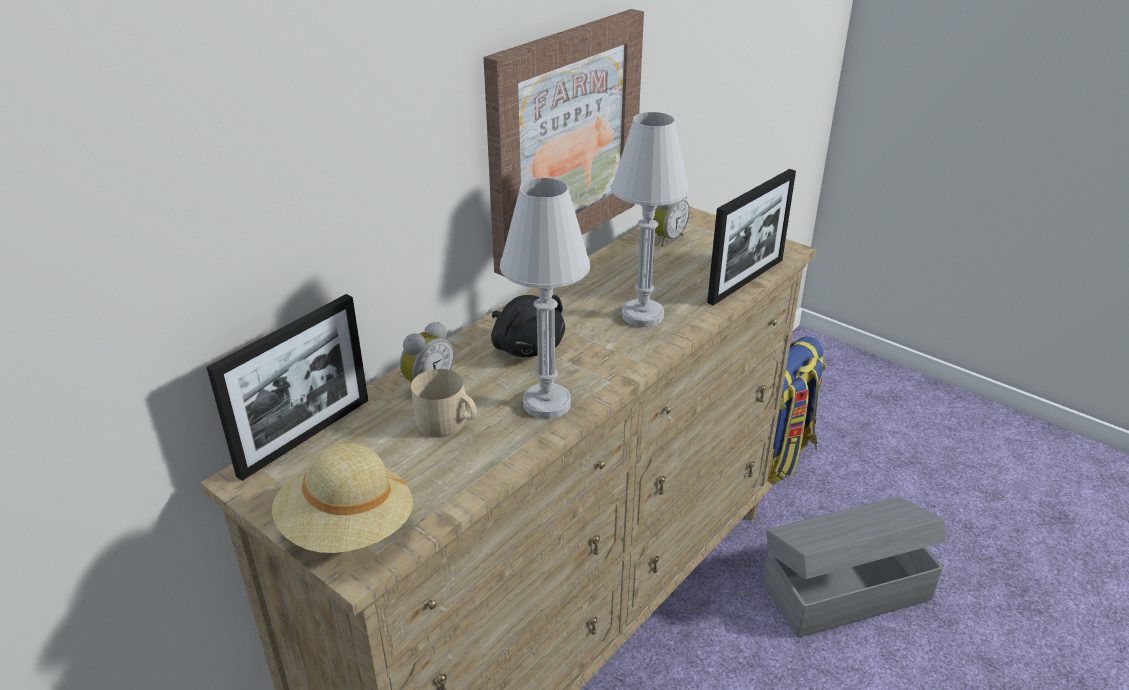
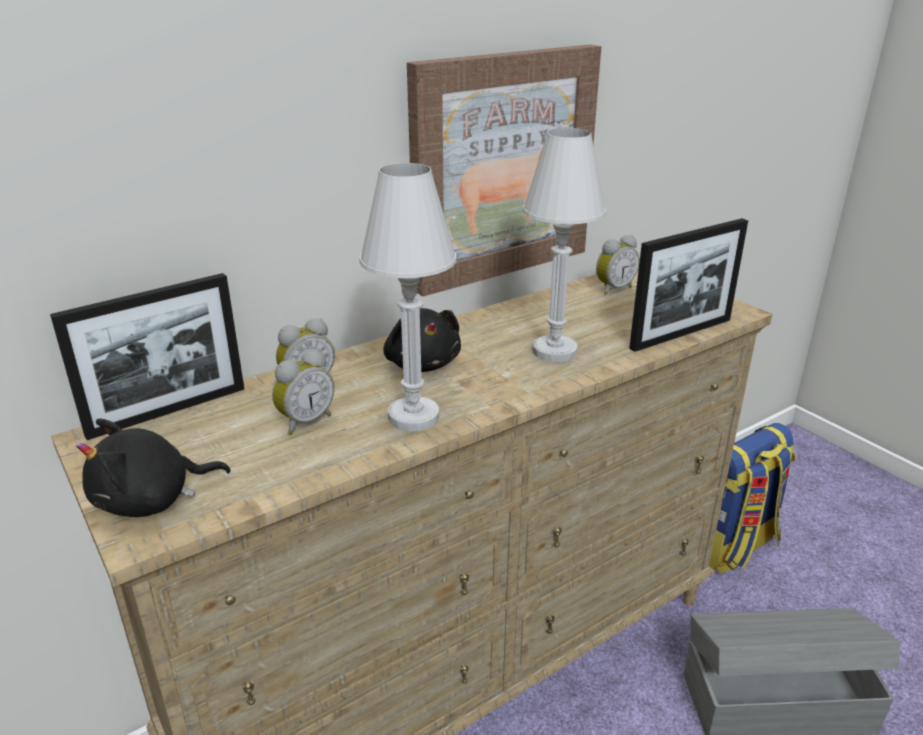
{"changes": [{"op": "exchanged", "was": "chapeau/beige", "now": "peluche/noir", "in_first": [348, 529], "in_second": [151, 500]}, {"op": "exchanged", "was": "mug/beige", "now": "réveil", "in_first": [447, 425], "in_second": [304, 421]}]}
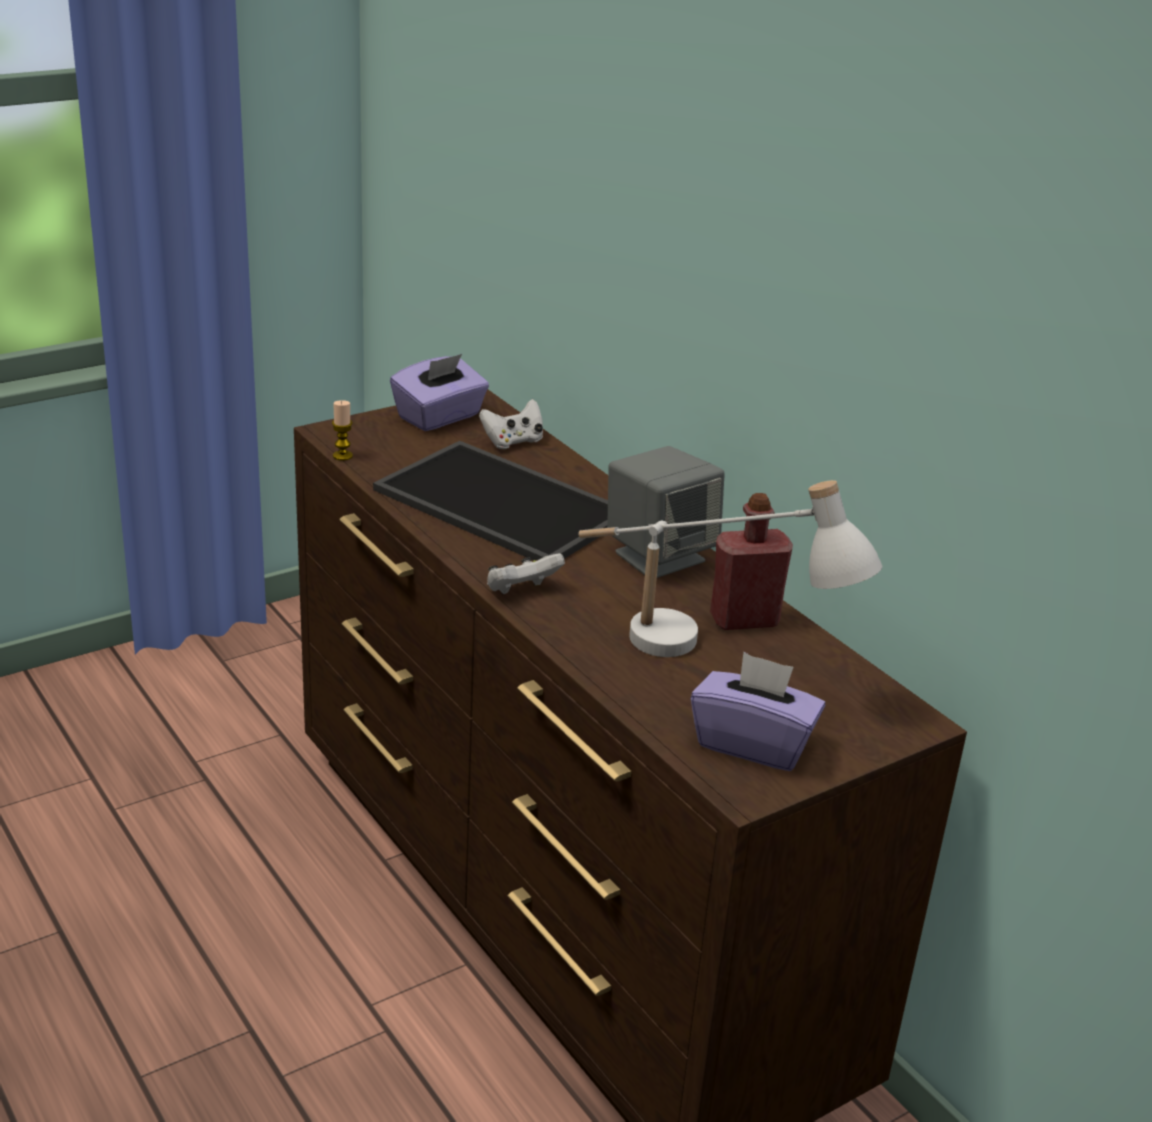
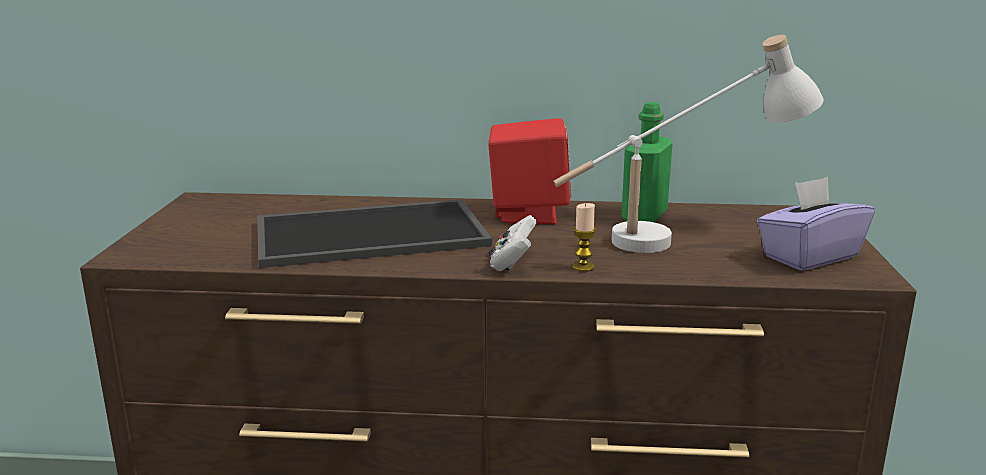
{"changes": [{"op": "colour", "was": "enceinte/gris", "now": "enceinte/rouge", "in_first": [659, 556], "in_second": [528, 213]}, {"op": "relocated", "was": "bougie", "in_first": [342, 456], "in_second": [583, 267]}, {"op": "colour", "was": "bouteille/rouge", "now": "bouteille/vert", "in_first": [744, 619], "in_second": [644, 216]}, {"op": "missing", "was": "boîte à mouchoirs/violet", "in_first": [440, 417]}, {"op": "missing", "was": "manette/blanc", "in_first": [513, 442]}]}
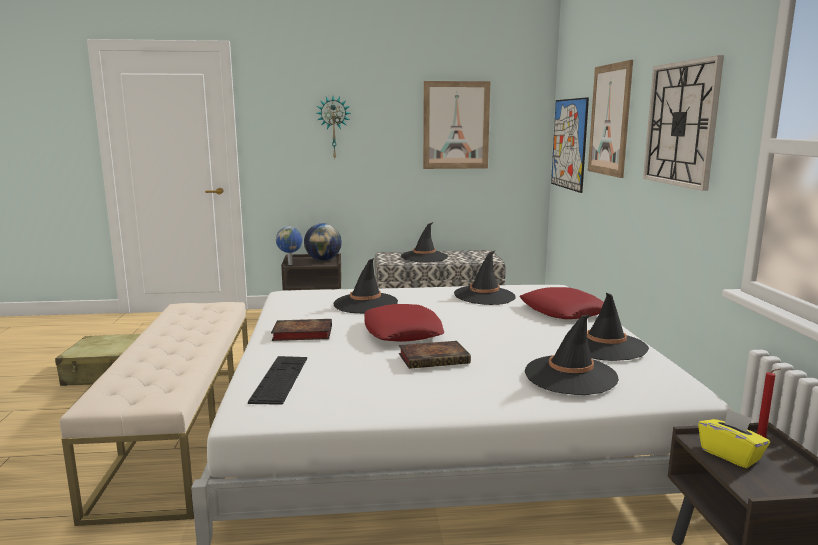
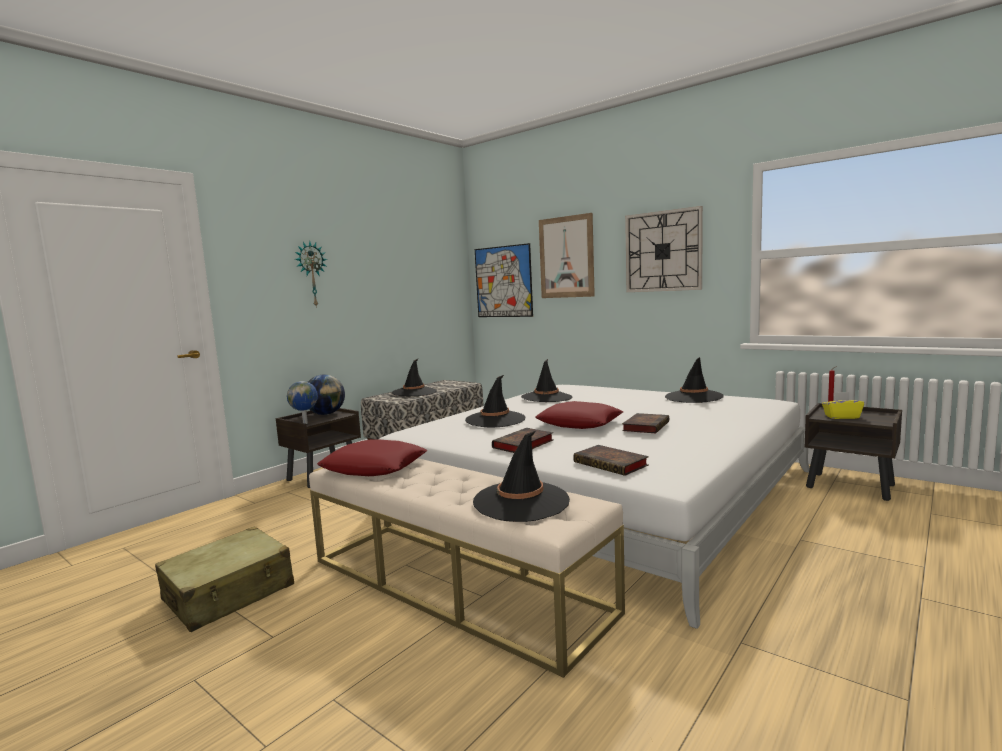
{"changes": [{"op": "relocated", "was": "coussin/rouge", "in_first": [563, 311], "in_second": [374, 467]}, {"op": "relocated", "was": "chapeau/noir", "in_first": [570, 375], "in_second": [521, 501]}, {"op": "exchanged", "was": "clavier", "now": "livre", "in_first": [280, 379], "in_second": [612, 464]}, {"op": "missing", "was": "tableau", "in_first": [456, 125]}]}
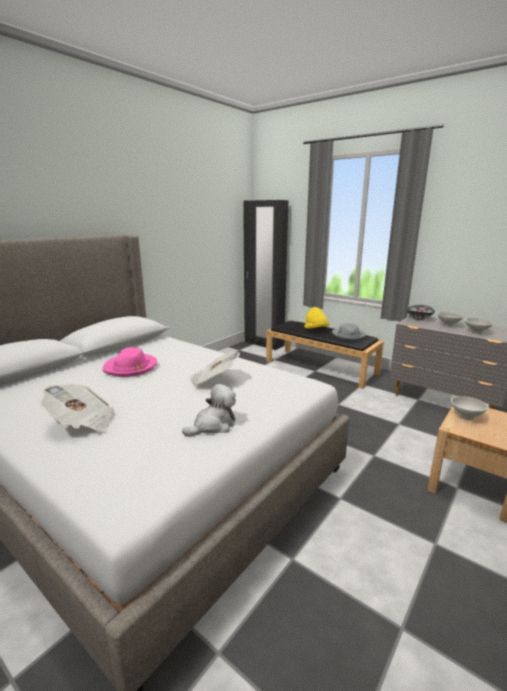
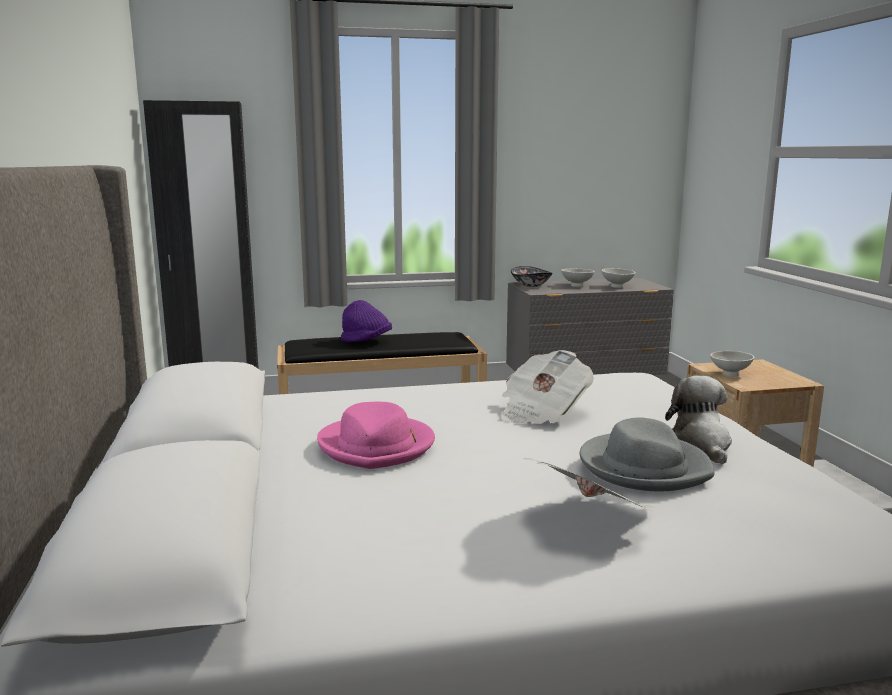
{"changes": [{"op": "colour", "was": "chapeau/jaune", "now": "chapeau/violet", "in_first": [315, 329], "in_second": [366, 342]}, {"op": "relocated", "was": "chapeau/gris", "in_first": [348, 335], "in_second": [644, 467]}]}
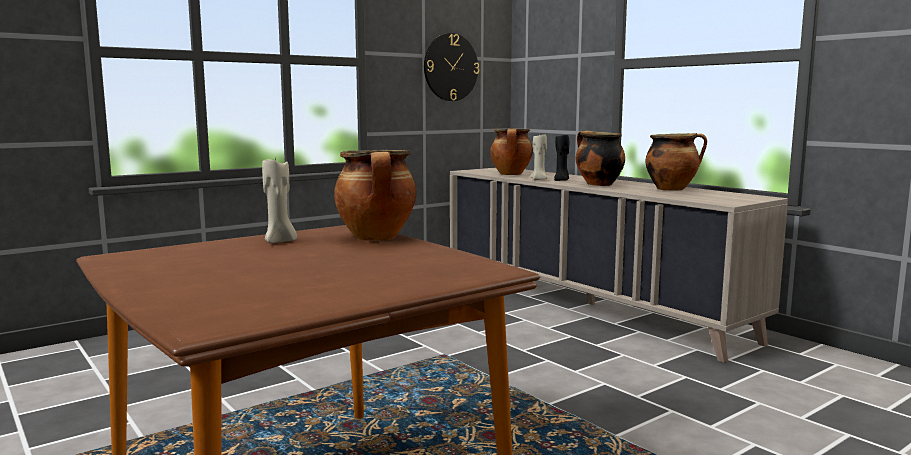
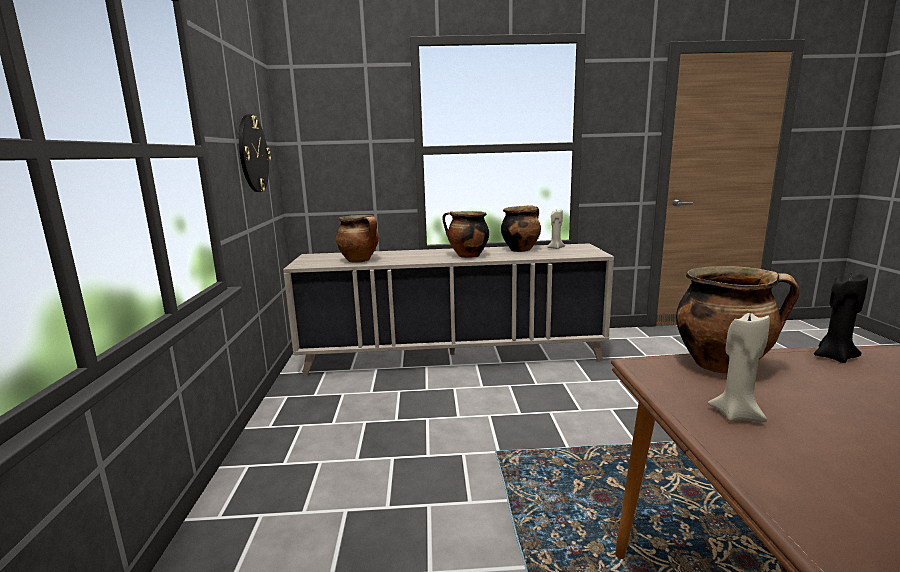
{"changes": [{"op": "relocated", "was": "bougie/beige", "in_first": [539, 179], "in_second": [555, 248]}, {"op": "relocated", "was": "bougie/noir", "in_first": [561, 180], "in_second": [834, 357]}]}
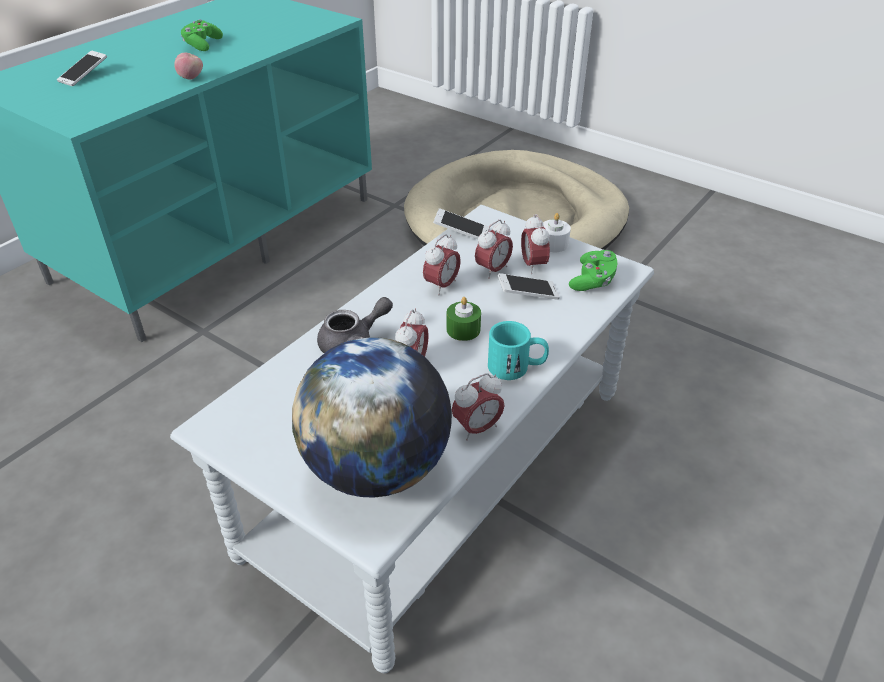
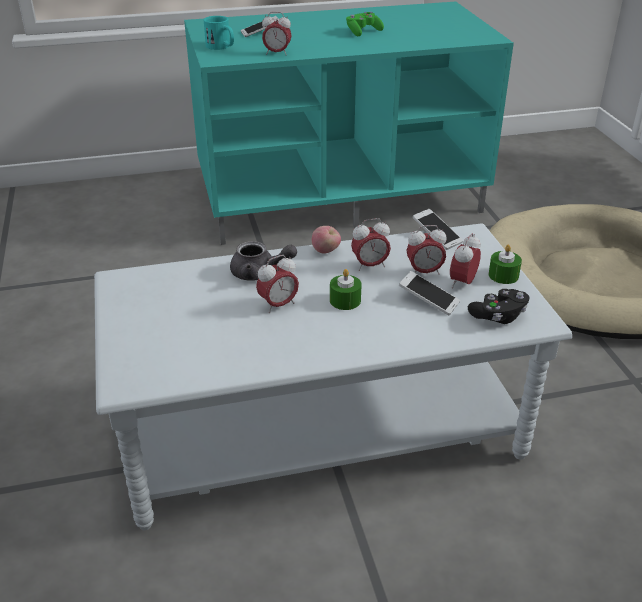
{"changes": [{"op": "relocated", "was": "mug/turquoise", "in_first": [517, 367], "in_second": [221, 47]}, {"op": "relocated", "was": "réveil", "in_first": [477, 428], "in_second": [277, 53]}, {"op": "relocated", "was": "pomme", "in_first": [191, 78], "in_second": [326, 251]}, {"op": "colour", "was": "manette/vert", "now": "manette/noir", "in_first": [593, 281], "in_second": [498, 316]}, {"op": "colour", "was": "bougie/blanc", "now": "bougie/vert", "in_first": [553, 244], "in_second": [503, 275]}, {"op": "missing", "was": "globe", "in_first": [377, 468]}]}
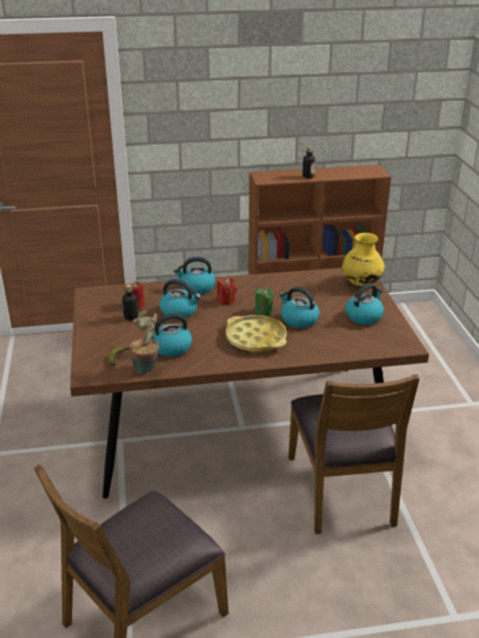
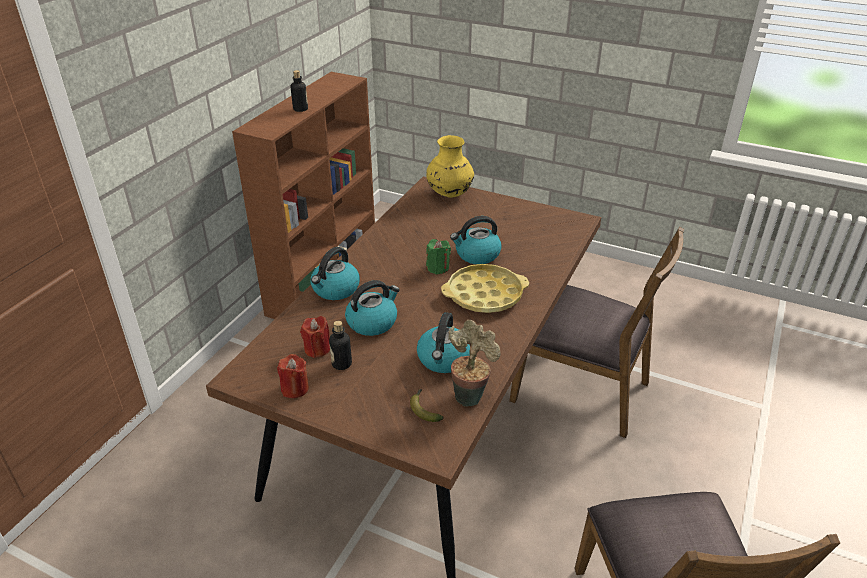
{"changes": [{"op": "relocated", "was": "bougie/rouge", "in_first": [226, 300], "in_second": [295, 388]}, {"op": "missing", "was": "bouilloire", "in_first": [364, 316]}]}
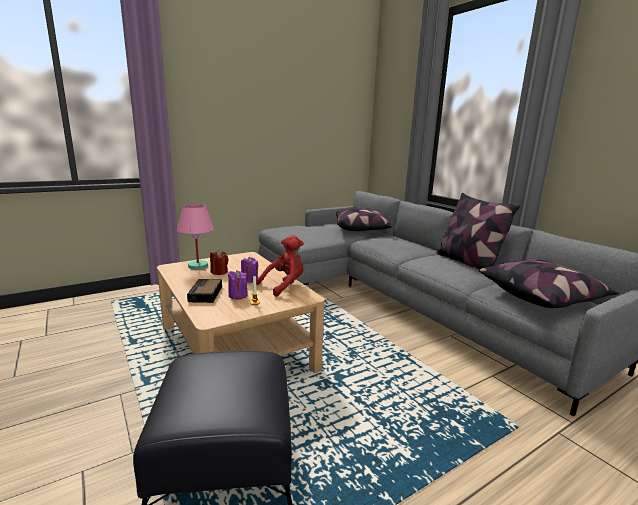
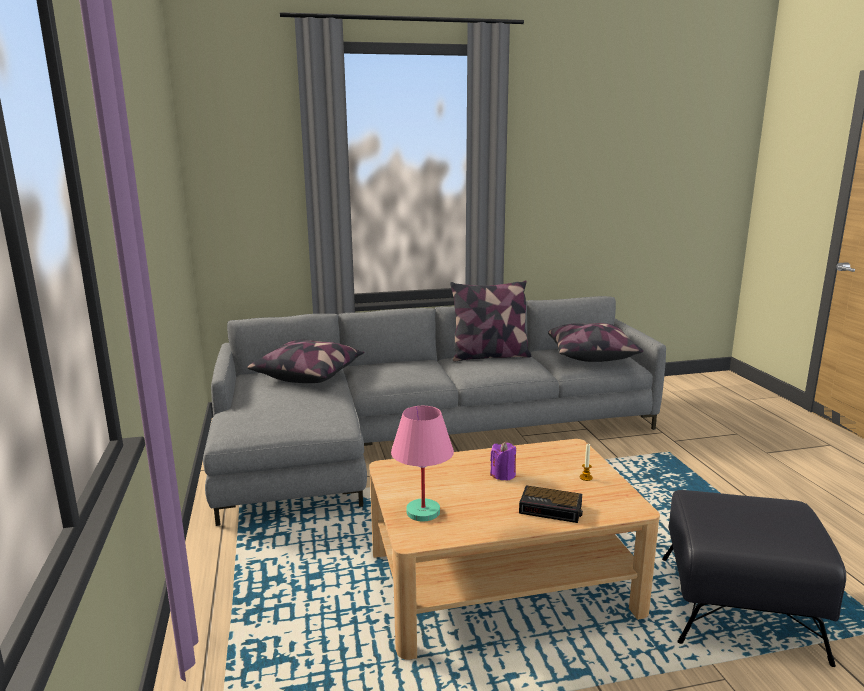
{"changes": [{"op": "missing", "was": "bougie/rouge", "in_first": [219, 272]}, {"op": "missing", "was": "bougie/violet", "in_first": [238, 295]}, {"op": "missing", "was": "peluche/rouge", "in_first": [284, 285]}]}
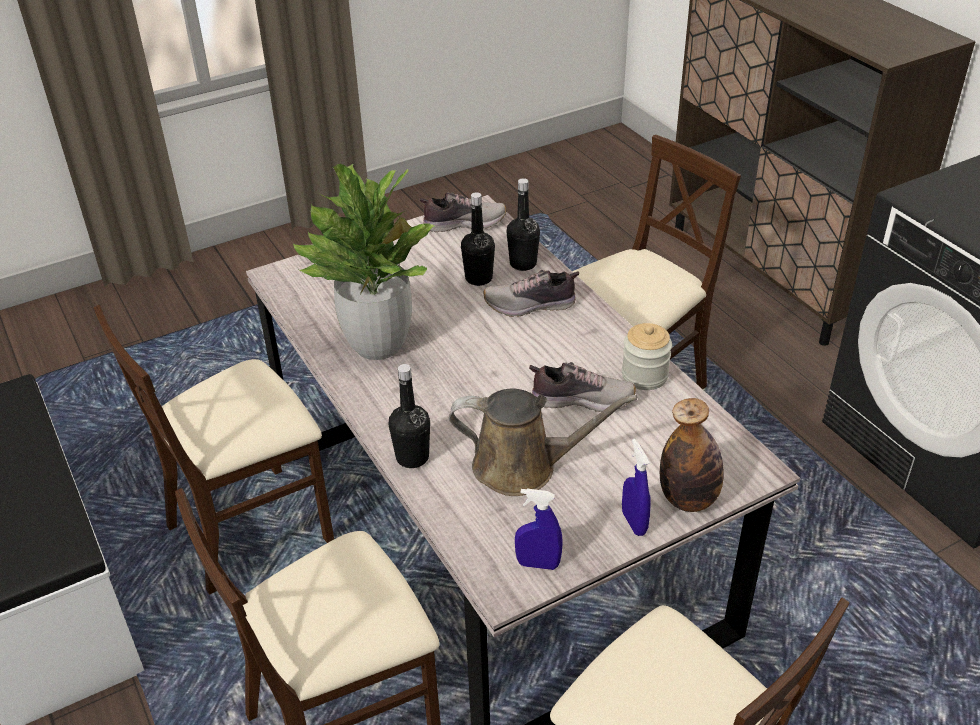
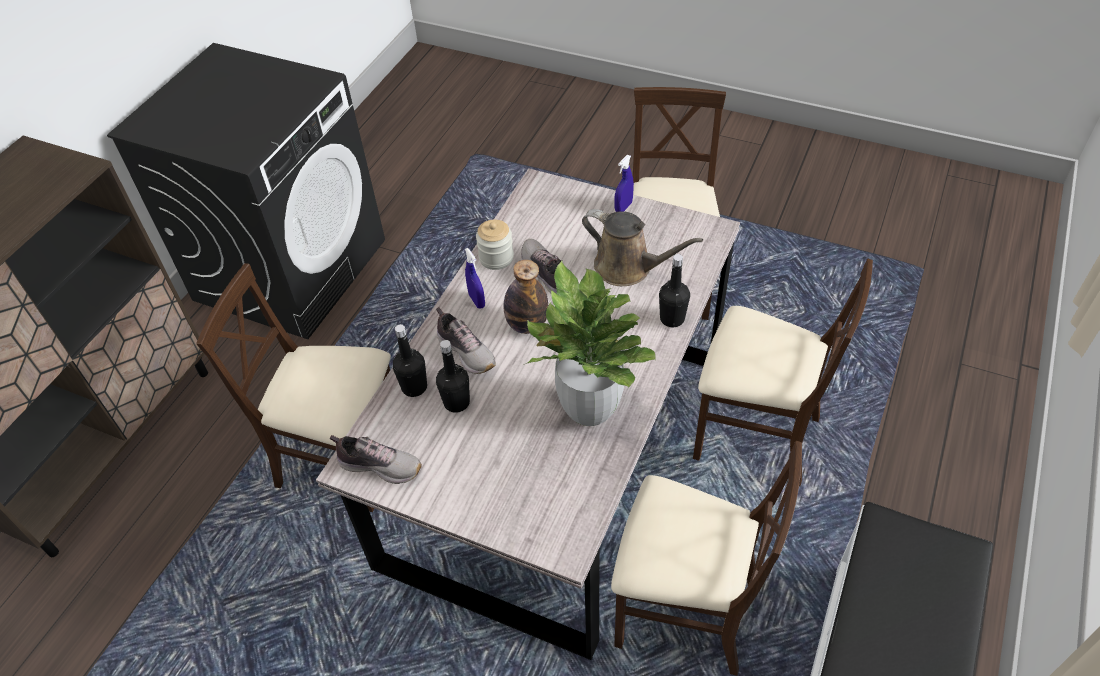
{"changes": [{"op": "spun", "was": "chaussure", "in_first": [463, 223], "in_second": [380, 465], "clockwise": 150}, {"op": "relocated", "was": "vaporisateur/bleu", "in_first": [538, 564], "in_second": [477, 301]}, {"op": "relocated", "was": "bouteille", "in_first": [688, 499], "in_second": [527, 324]}, {"op": "spun", "was": "arrosoir/marron", "in_first": [523, 467], "in_second": [628, 268], "clockwise": 150}]}
